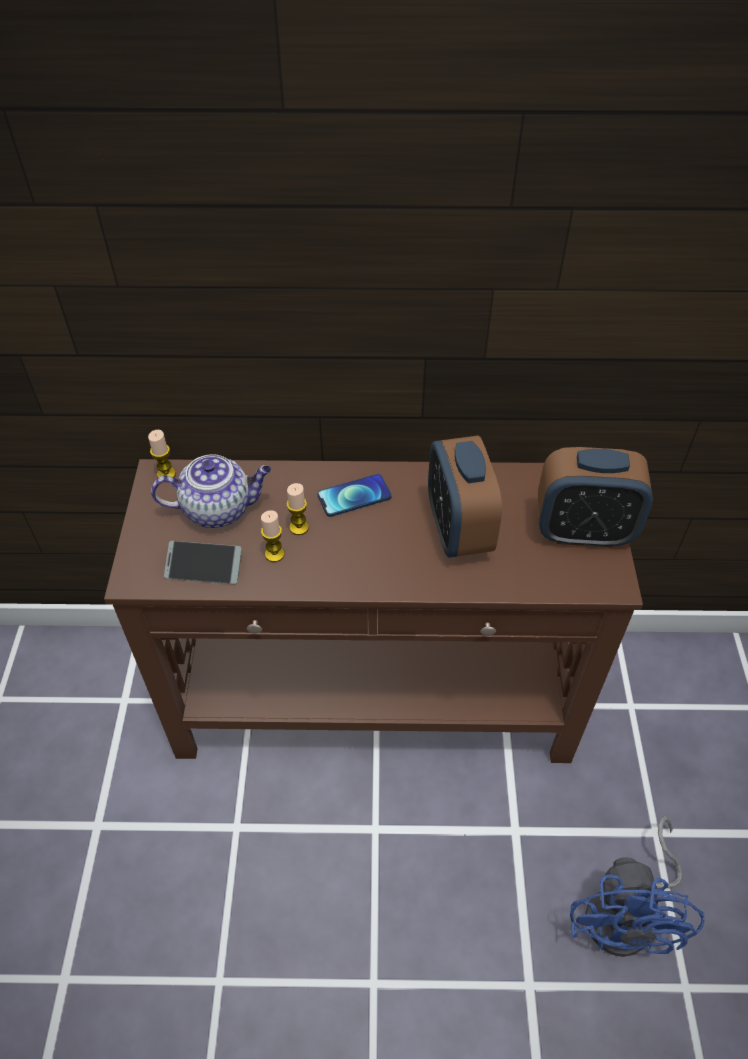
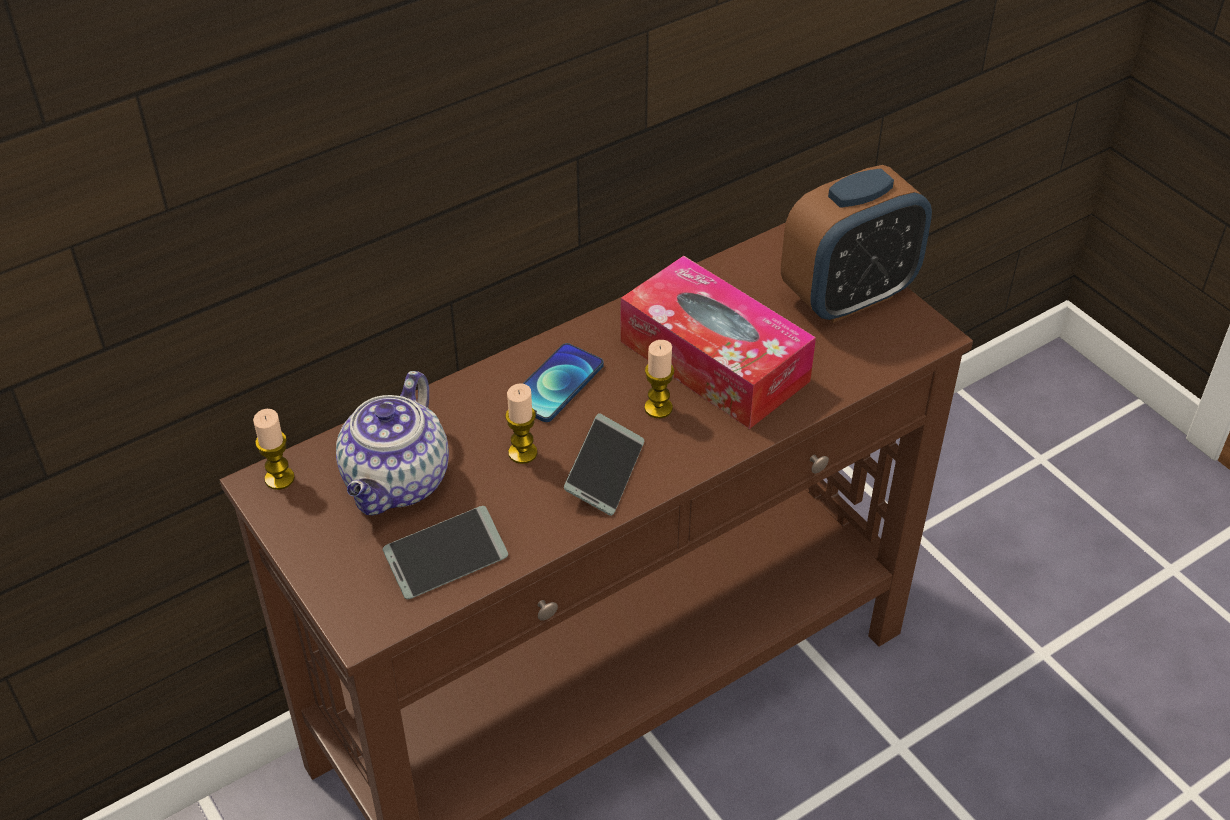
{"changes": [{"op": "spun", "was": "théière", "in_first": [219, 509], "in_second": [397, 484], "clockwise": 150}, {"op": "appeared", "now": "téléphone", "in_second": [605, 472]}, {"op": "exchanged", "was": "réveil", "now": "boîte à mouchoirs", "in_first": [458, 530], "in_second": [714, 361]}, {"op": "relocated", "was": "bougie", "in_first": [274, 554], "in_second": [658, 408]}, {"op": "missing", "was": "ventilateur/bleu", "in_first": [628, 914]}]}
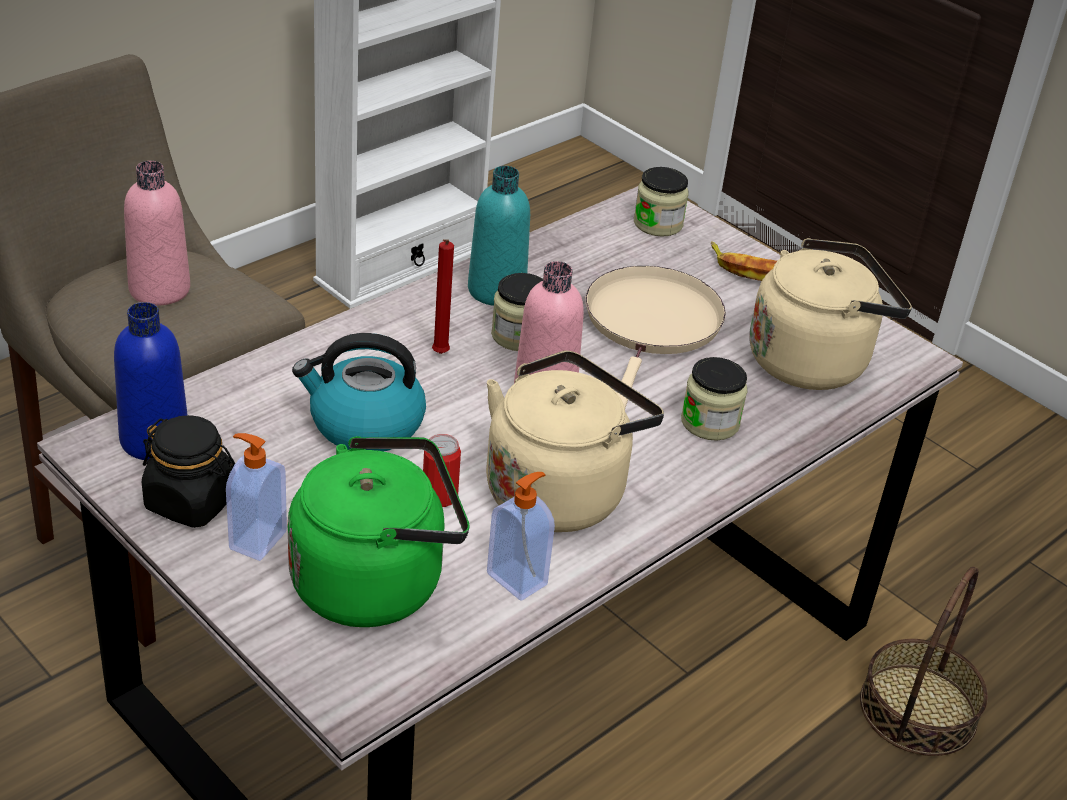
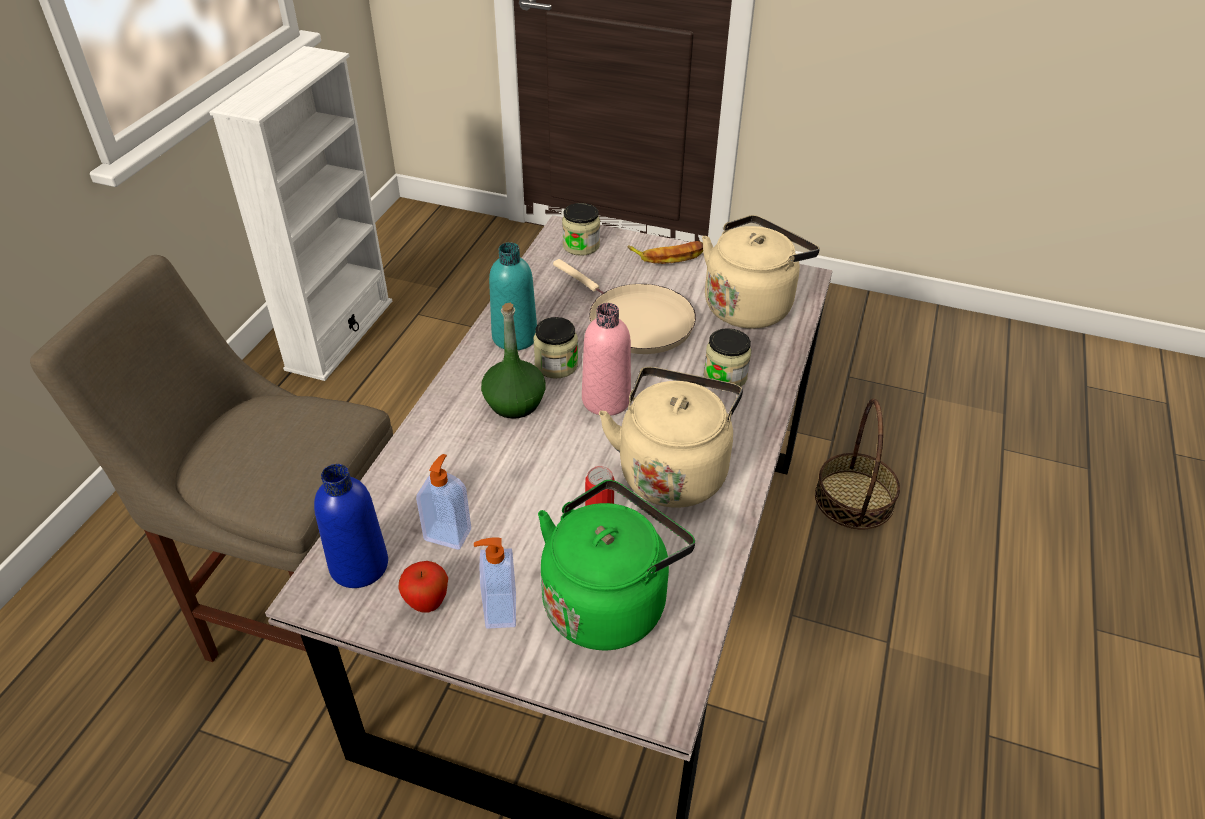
{"changes": [{"op": "exchanged", "was": "bocal/noir", "now": "pomme", "in_first": [191, 502], "in_second": [427, 603]}, {"op": "relocated", "was": "distributeur de savon", "in_first": [518, 578], "in_second": [448, 534]}, {"op": "exchanged", "was": "bougie/rouge", "now": "bouteille/vert", "in_first": [439, 355], "in_second": [514, 403]}, {"op": "spun", "was": "poêle/beige", "in_first": [651, 325], "in_second": [635, 321], "clockwise": 150}, {"op": "missing", "was": "bouteille/rose", "in_first": [159, 289]}, {"op": "missing", "was": "bouilloire", "in_first": [364, 425]}]}
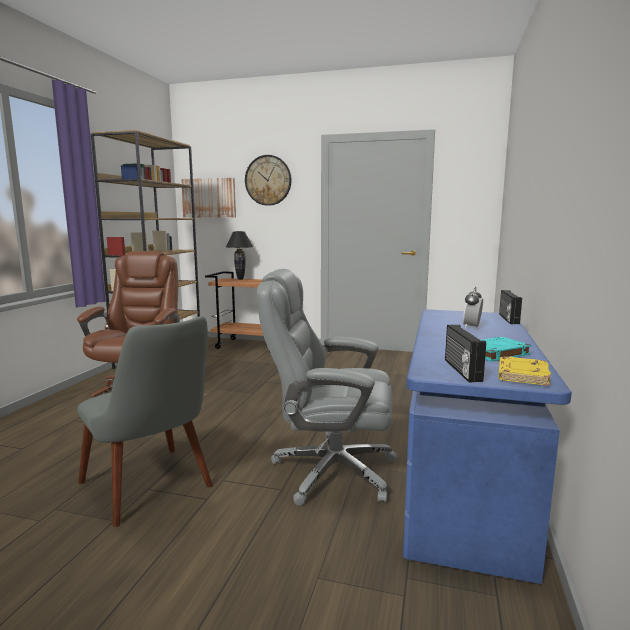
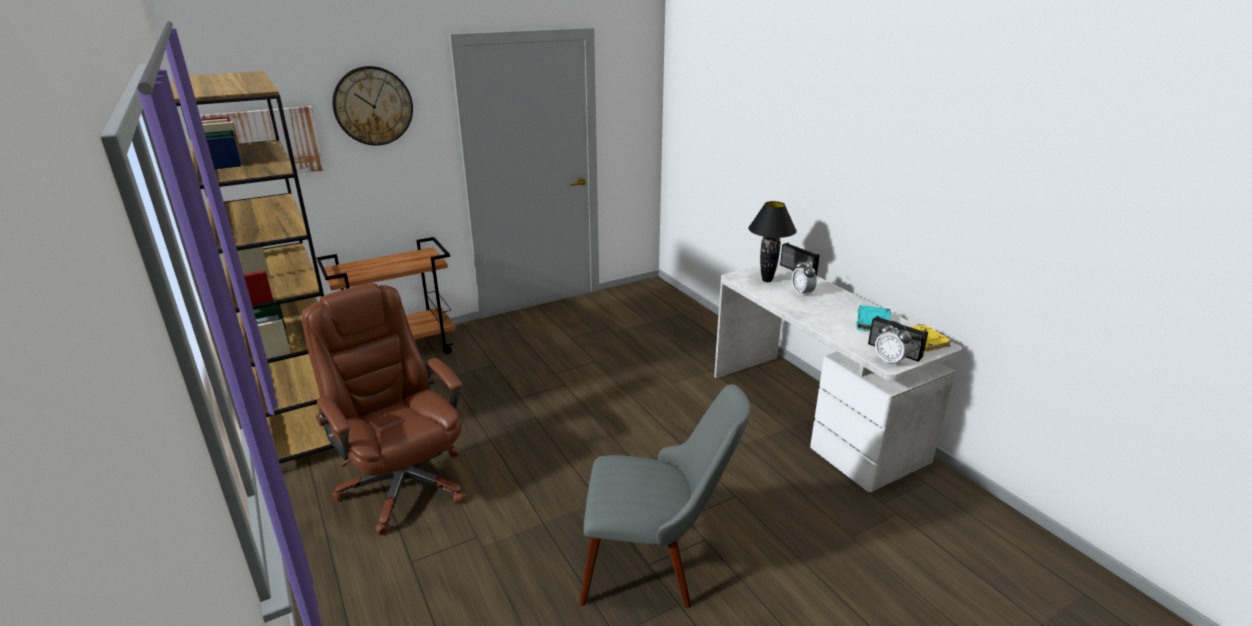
{"changes": [{"op": "colour", "was": "bureau/bleu", "now": "bureau/blanc", "in_first": [465, 478], "in_second": [813, 414]}, {"op": "relocated", "was": "lampe de table/noir", "in_first": [240, 279], "in_second": [766, 280]}, {"op": "appeared", "now": "réveil", "in_second": [889, 361]}, {"op": "missing", "was": "chaise de bureau/gris", "in_first": [331, 471]}]}
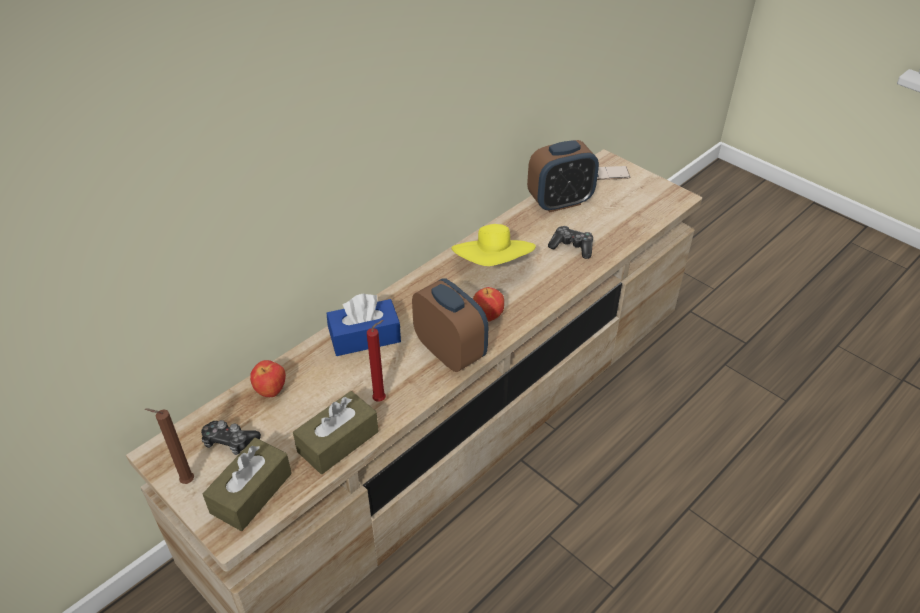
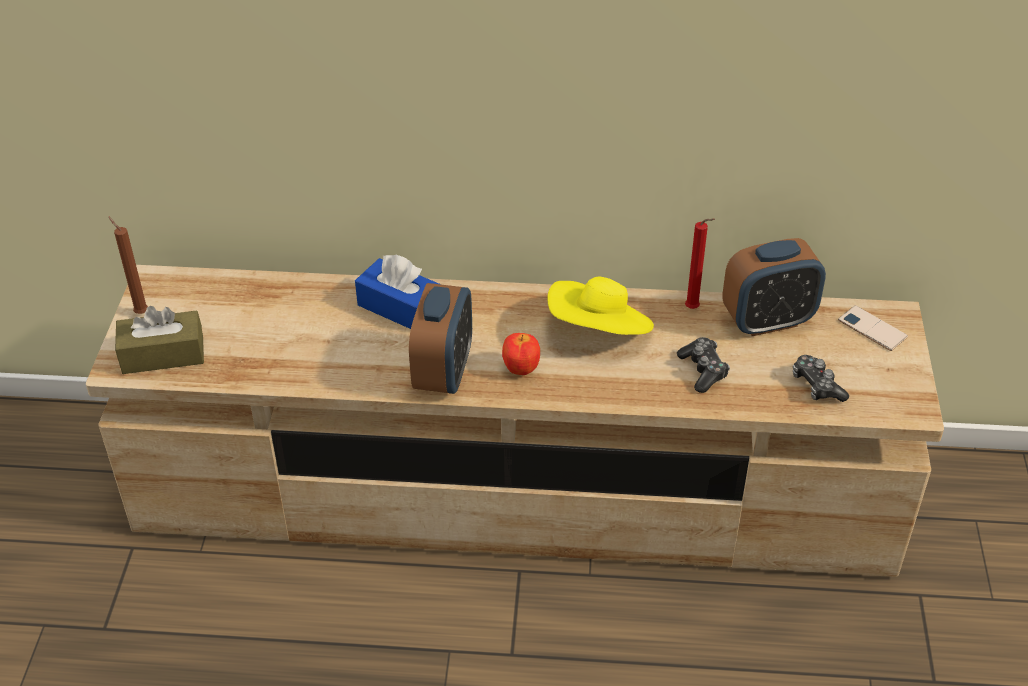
{"changes": [{"op": "relocated", "was": "bougie/rouge", "in_first": [381, 399], "in_second": [694, 309]}, {"op": "spun", "was": "réveil", "in_first": [560, 202], "in_second": [768, 321], "clockwise": -45}, {"op": "relocated", "was": "manette", "in_first": [229, 442], "in_second": [816, 386]}, {"op": "missing", "was": "pomme", "in_first": [271, 391]}, {"op": "missing", "was": "boîte à mouchoirs/marron", "in_first": [338, 441]}]}
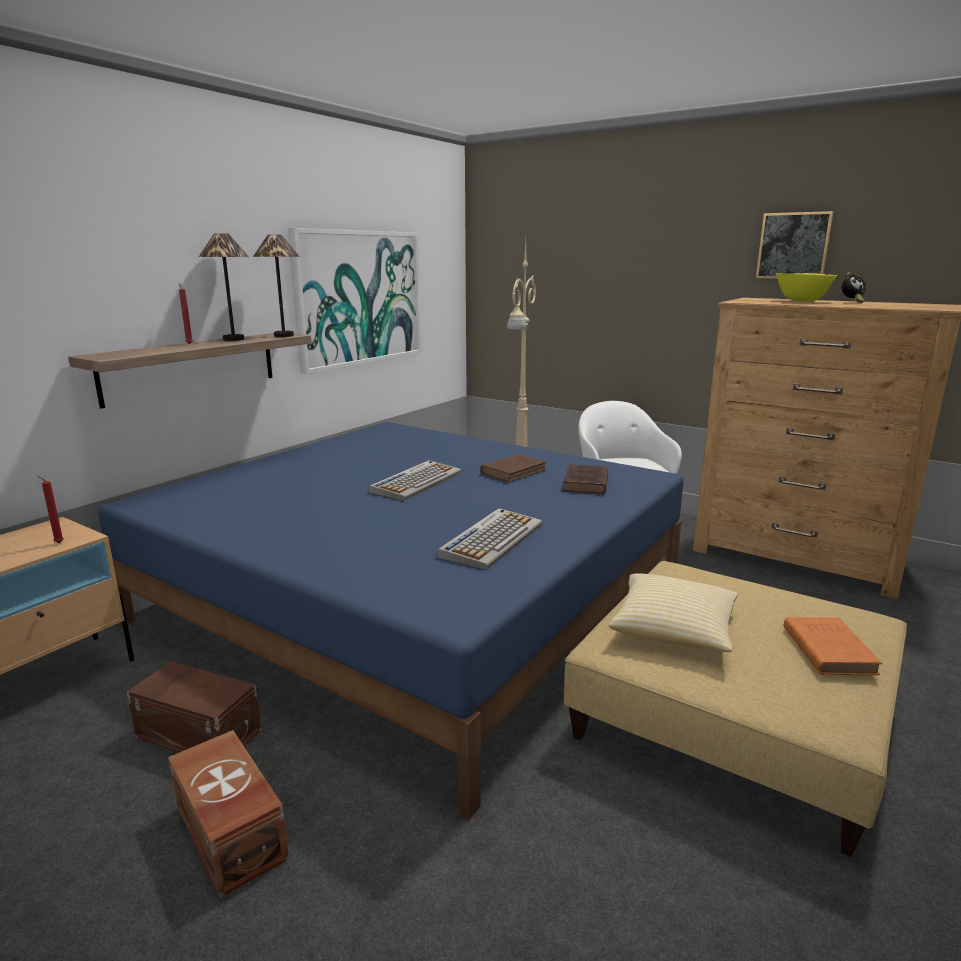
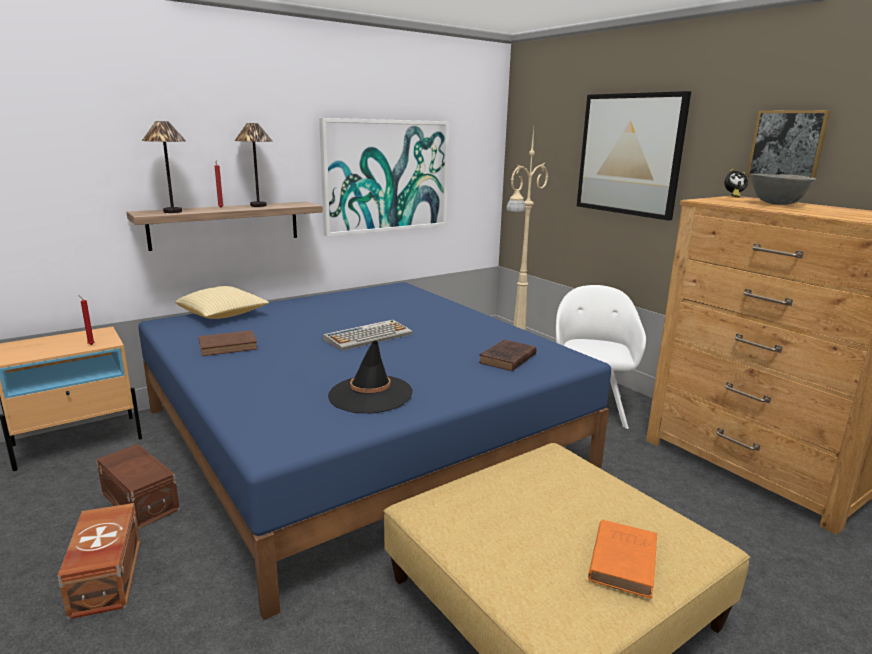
{"changes": [{"op": "relocated", "was": "lampe de table", "in_first": [283, 336], "in_second": [172, 212]}, {"op": "relocated", "was": "coussin", "in_first": [673, 630], "in_second": [223, 315]}, {"op": "relocated", "was": "livre/marron", "in_first": [514, 471], "in_second": [230, 346]}, {"op": "exchanged", "was": "clavier", "now": "chapeau/noir", "in_first": [492, 539], "in_second": [370, 395]}, {"op": "appeared", "now": "tableau", "in_second": [630, 154]}, {"op": "relocated", "was": "réveil", "in_first": [851, 302], "in_second": [732, 196]}, {"op": "colour", "was": "bol/jaune", "now": "bol/gris", "in_first": [801, 301], "in_second": [776, 204]}]}
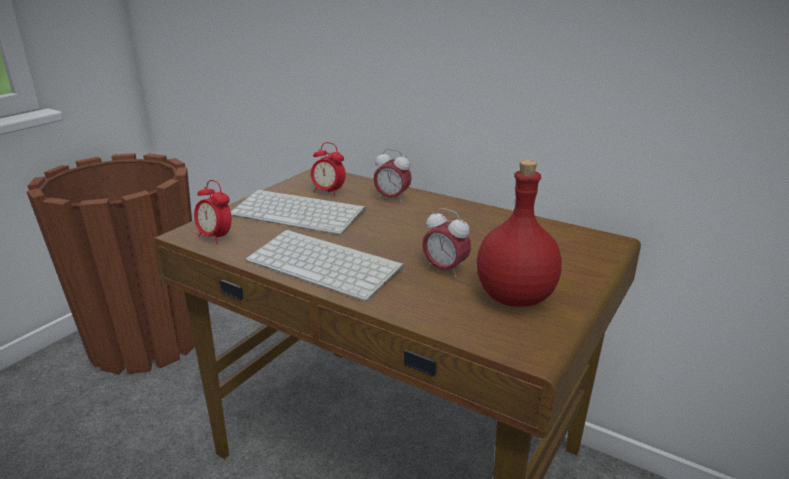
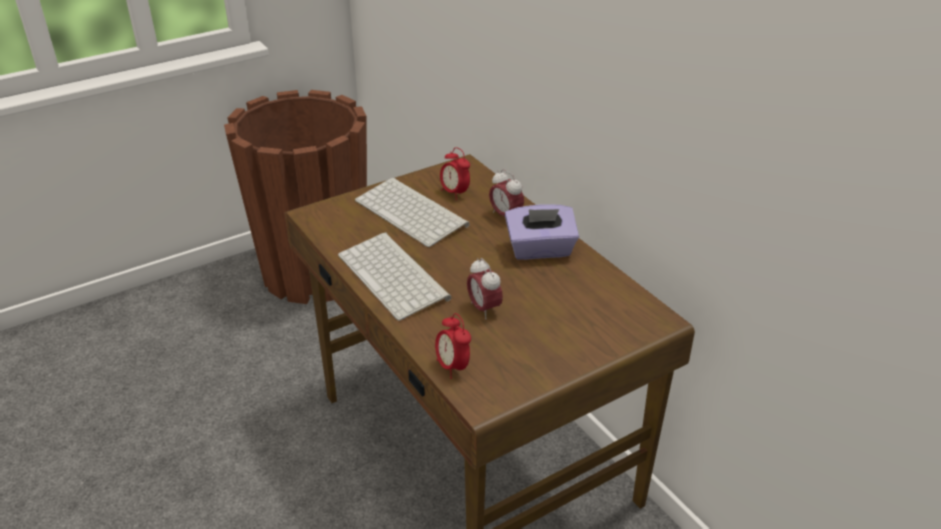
{"changes": [{"op": "relocated", "was": "réveil", "in_first": [215, 237], "in_second": [452, 367]}, {"op": "appeared", "now": "boîte à mouchoirs/violet", "in_second": [540, 250]}, {"op": "missing", "was": "bouteille/rouge", "in_first": [513, 297]}]}
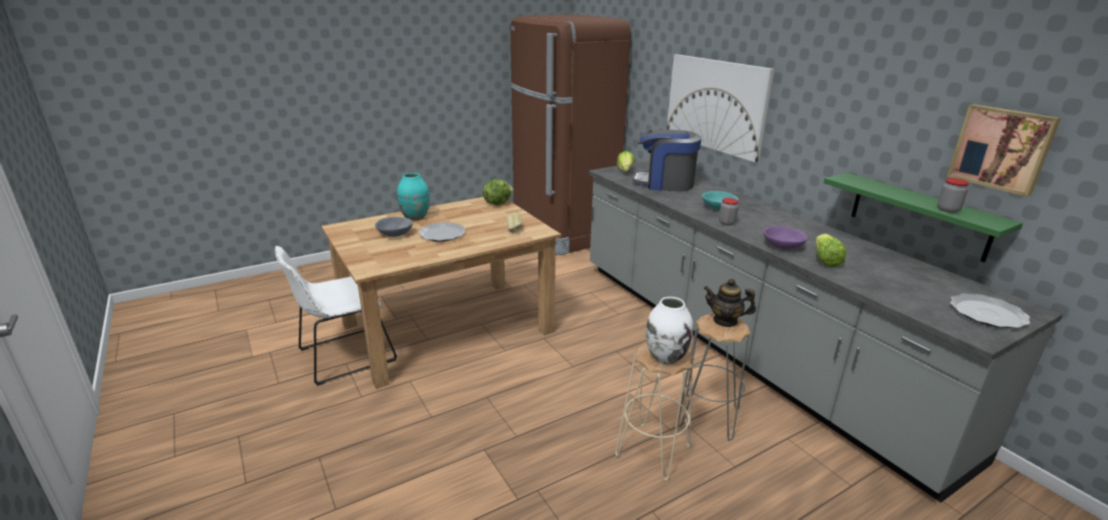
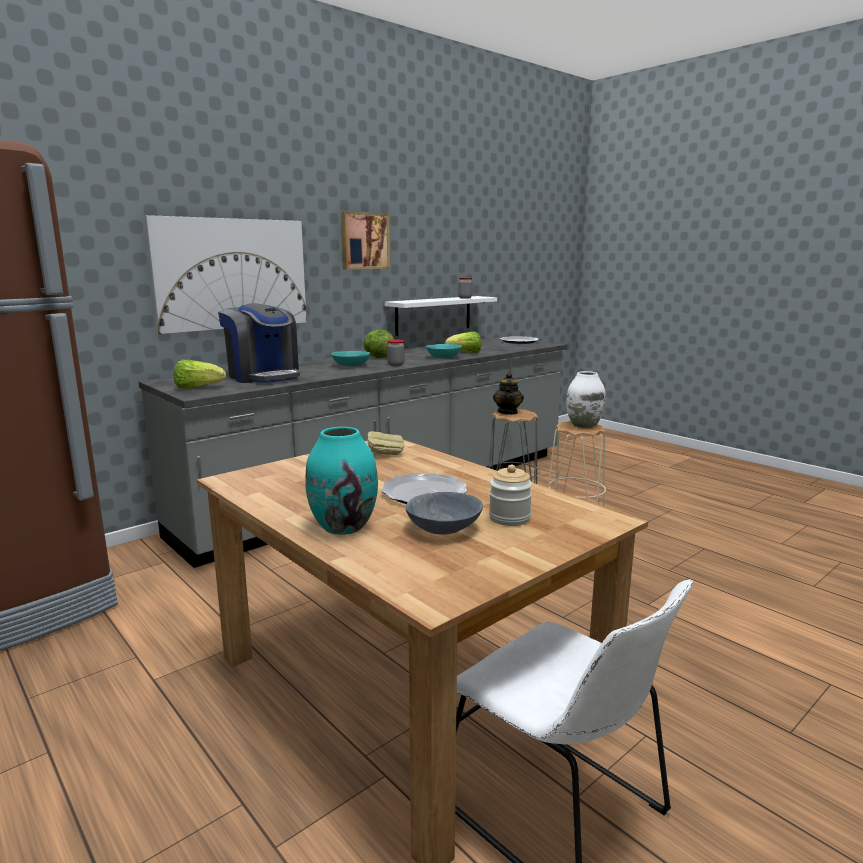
{"changes": [{"op": "spun", "was": "machine à café", "in_first": [664, 183], "in_second": [263, 376], "clockwise": -45}, {"op": "relocated", "was": "tableau", "in_first": [1002, 148], "in_second": [364, 241]}, {"op": "relocated", "was": "laitue", "in_first": [497, 203], "in_second": [378, 357]}, {"op": "colour", "was": "étagère/vert", "now": "étagère/blanc", "in_first": [919, 216], "in_second": [433, 315]}, {"op": "colour", "was": "bol/violet", "now": "bol/turquoise", "in_first": [782, 246], "in_second": [443, 357]}, {"op": "appeared", "now": "bocal", "in_second": [509, 518]}]}
